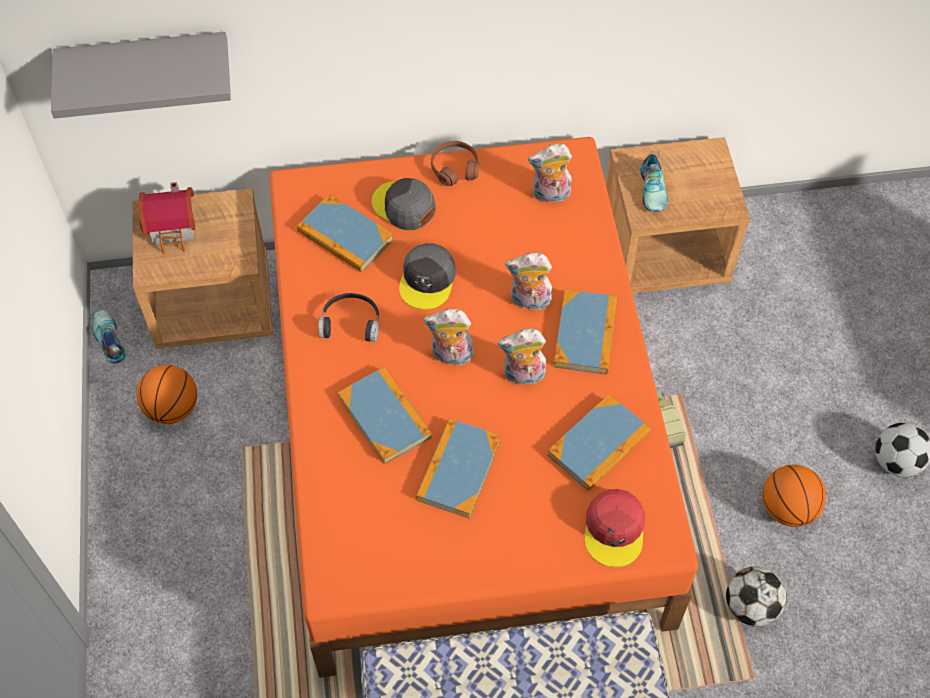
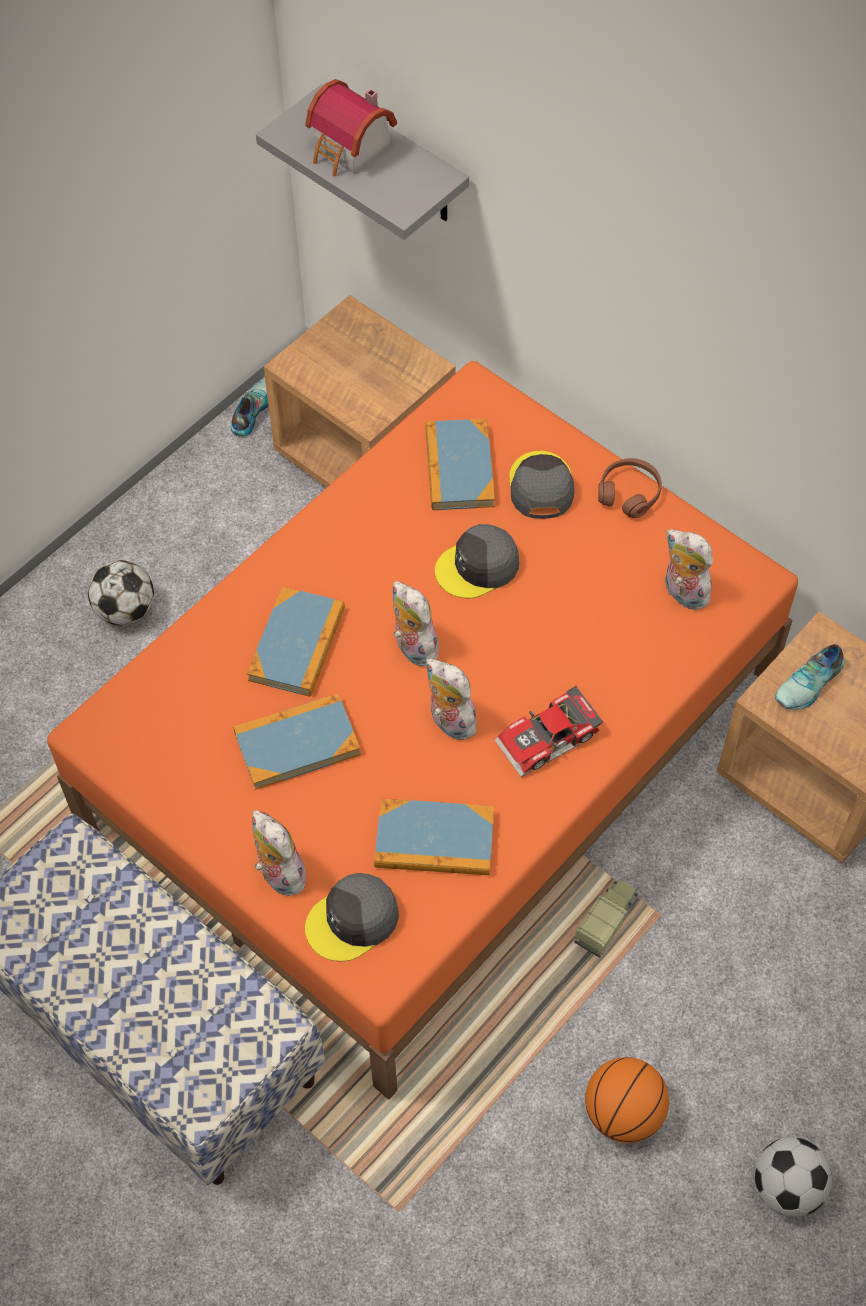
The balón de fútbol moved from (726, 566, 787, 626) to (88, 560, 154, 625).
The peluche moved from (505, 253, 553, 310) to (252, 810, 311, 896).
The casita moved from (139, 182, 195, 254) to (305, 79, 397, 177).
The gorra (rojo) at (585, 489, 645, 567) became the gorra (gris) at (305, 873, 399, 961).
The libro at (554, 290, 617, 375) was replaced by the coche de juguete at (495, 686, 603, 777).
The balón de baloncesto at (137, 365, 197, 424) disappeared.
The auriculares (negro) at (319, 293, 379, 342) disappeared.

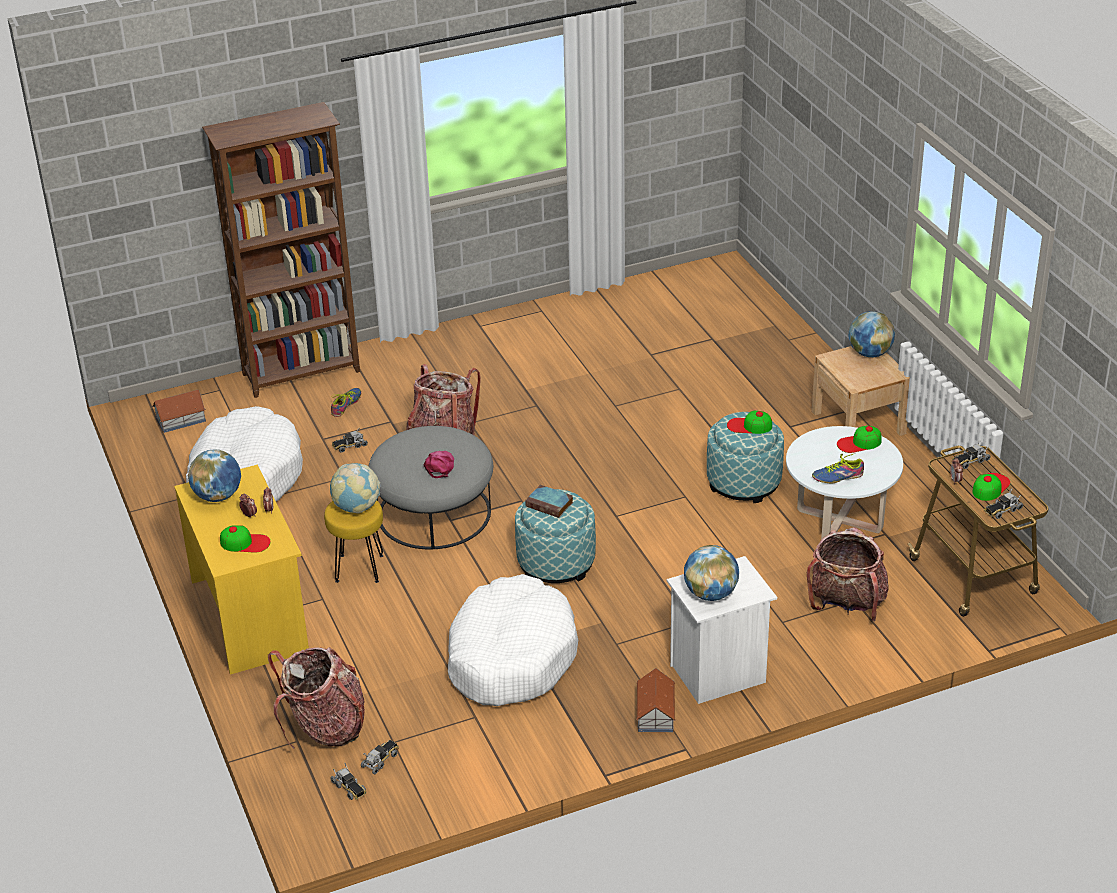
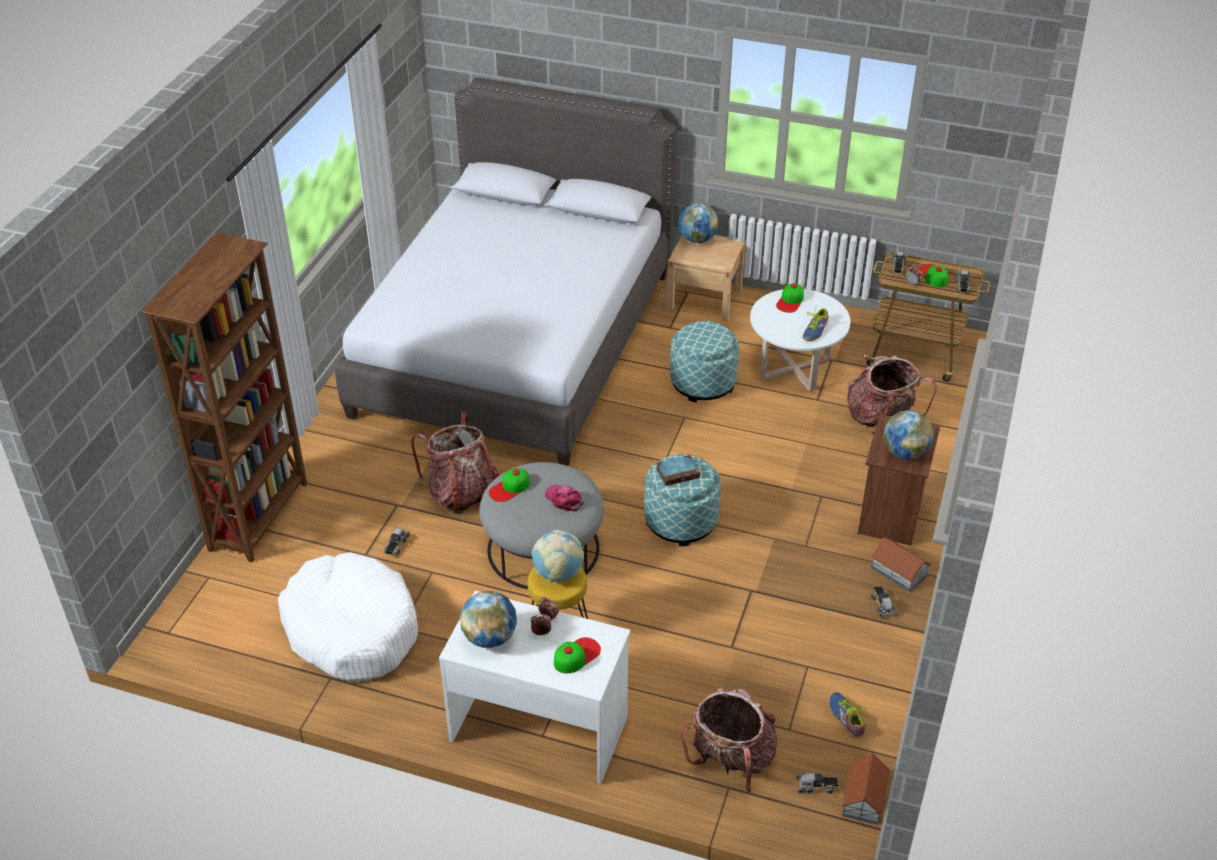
The cama (gris) at (335, 78, 677, 466) appeared.
The escritorio (amarillo) at (174, 465, 309, 675) became the escritorio (blanco) at (439, 591, 630, 784).
The gorra moved from (727, 410, 772, 434) to (489, 468, 530, 502).
The zapato moved from (331, 388, 361, 417) to (829, 692, 868, 738).
The casita moved from (152, 390, 206, 433) to (842, 753, 890, 825).
The mesita de noche (blanco) at (667, 556, 777, 704) became the mesita de noche (marrón) at (858, 414, 940, 546).
The camión de juguete moved from (361, 740, 399, 774) to (871, 586, 897, 618).
The cama para perro (blanco) at (448, 574, 578, 706) disappeared.

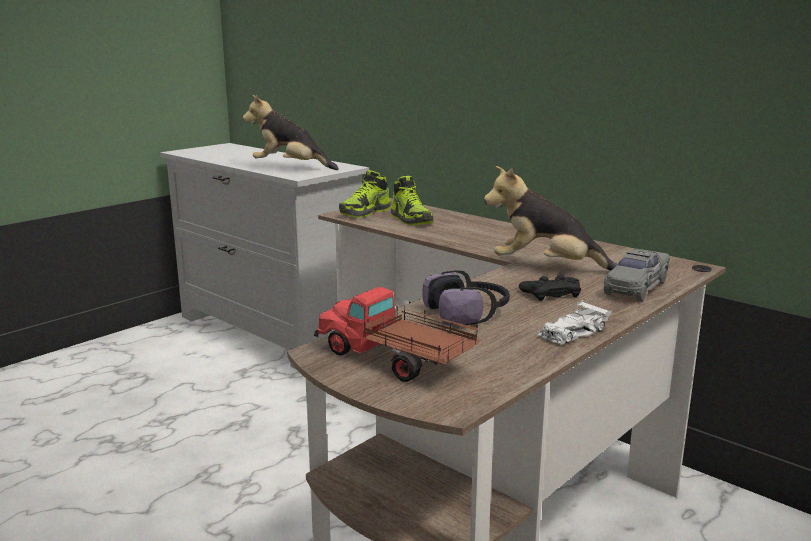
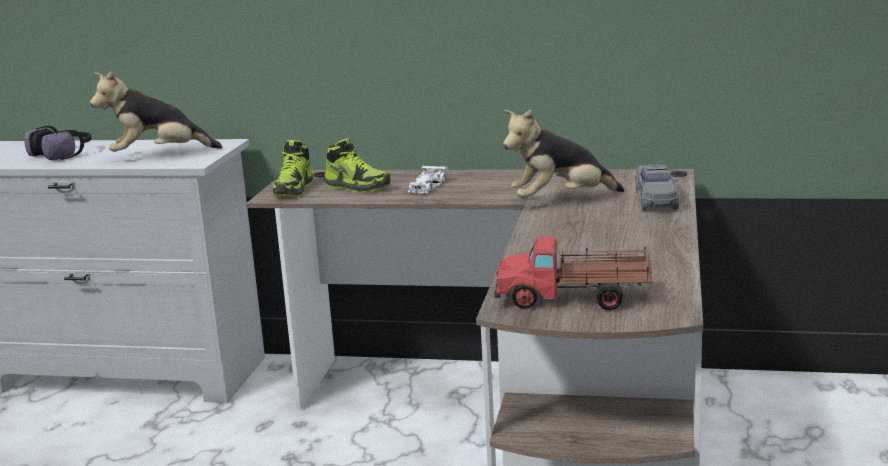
The auriculares moved from (422, 270, 510, 325) to (24, 126, 92, 160).
The coche de juguete (blanco) moved from (538, 300, 612, 346) to (407, 165, 448, 194).
The mando de consola (negro) at (519, 275, 581, 301) disappeared.

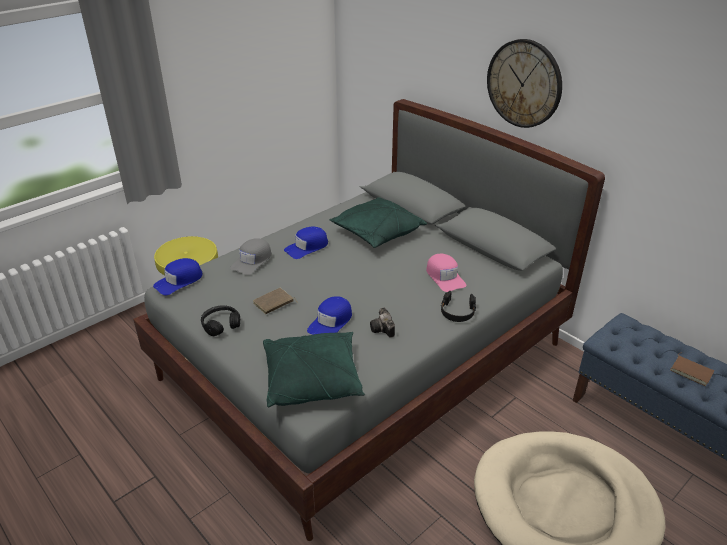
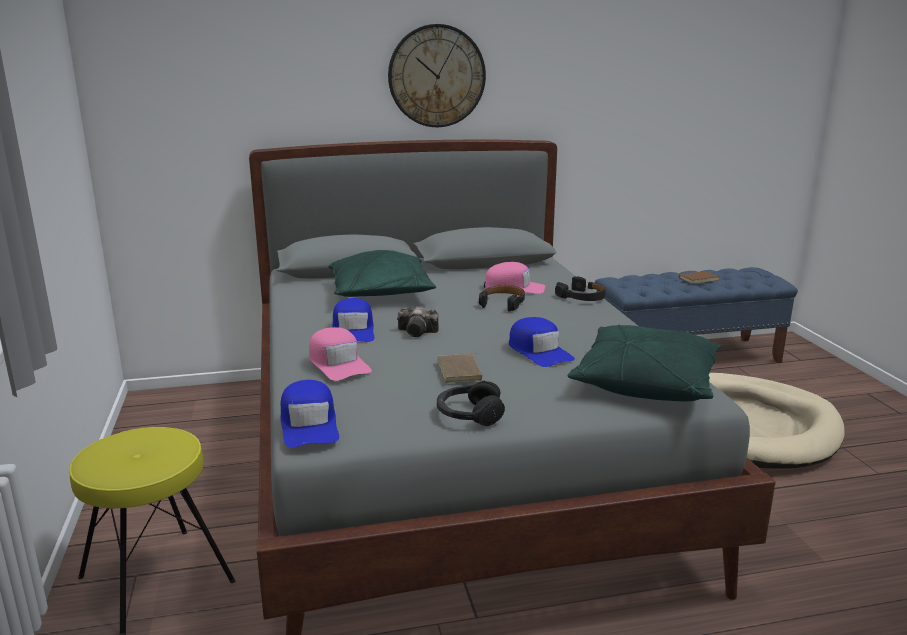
The gorra (gris) at (230, 238, 272, 275) became the gorra (rosa) at (309, 327, 372, 381).
The cámara moved from (370, 307, 395, 337) to (397, 306, 439, 337).
The auriculares (negro) at (479, 285, 525, 311) appeared.

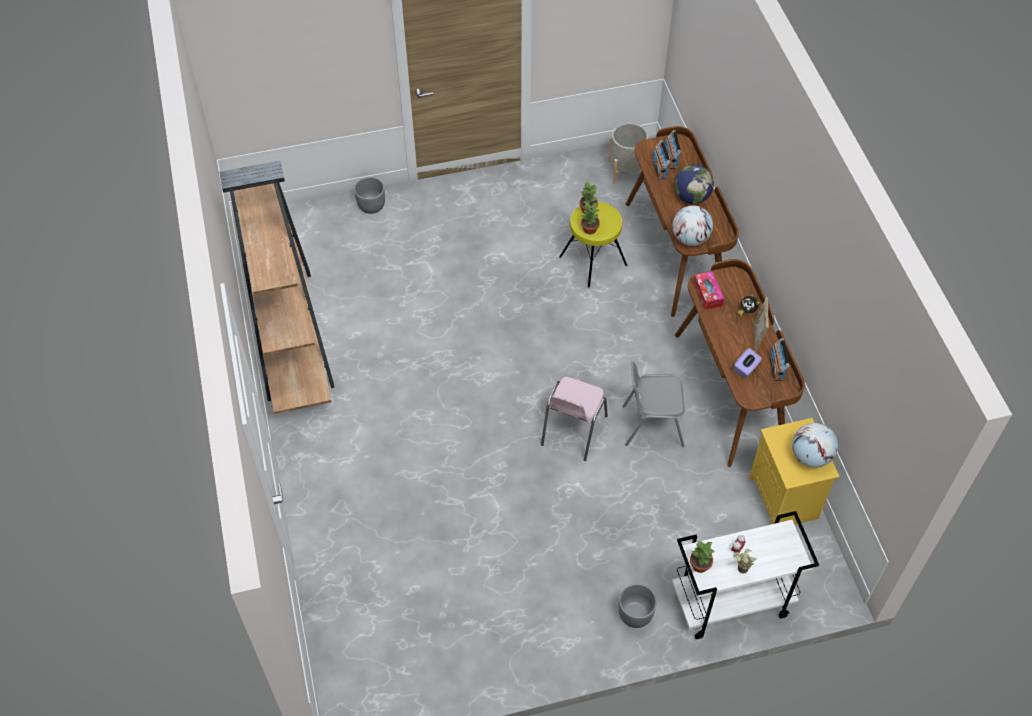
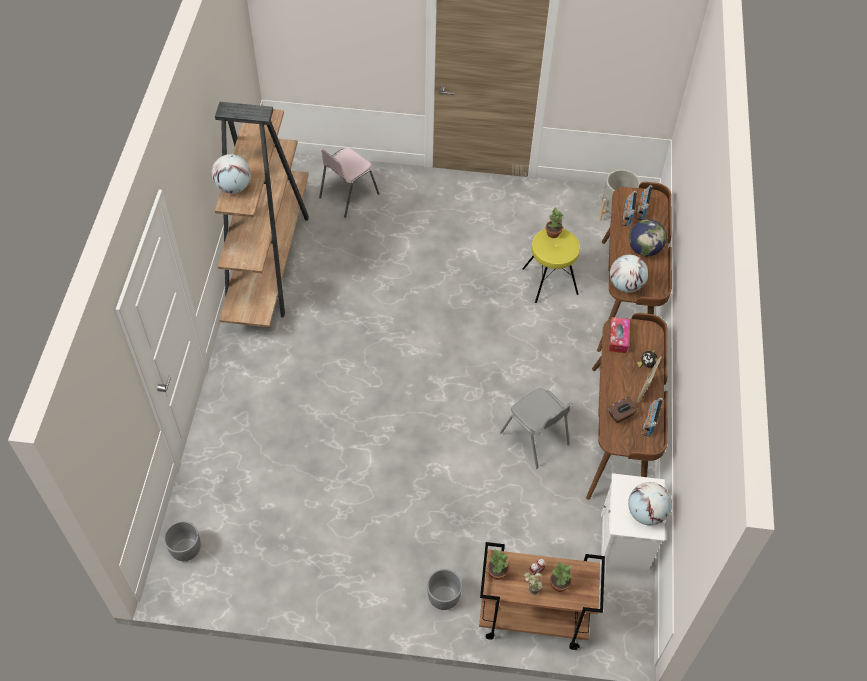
The maceta (gris) moved from (354, 177, 385, 214) to (164, 521, 201, 561).
The globo terráqueo at (211, 154, 251, 194) appeared.
The silla (rosa) moved from (541, 377, 608, 461) to (319, 148, 380, 218).
The carrito (blanco) at (672, 511, 819, 639) became the carrito (marrón) at (479, 542, 605, 650).
The silla (gris) at (623, 361, 685, 447) turned 150 degrees counterclockwise.
The planta en maceta moved from (581, 203, 600, 234) to (550, 562, 573, 592).
The mesita de noche (amarillo) at (749, 418, 840, 525) became the mesita de noche (blanco) at (600, 473, 665, 574).
The caja de pañuelos (morado) at (734, 348, 762, 378) became the caja de pañuelos (marrón) at (608, 397, 638, 423).

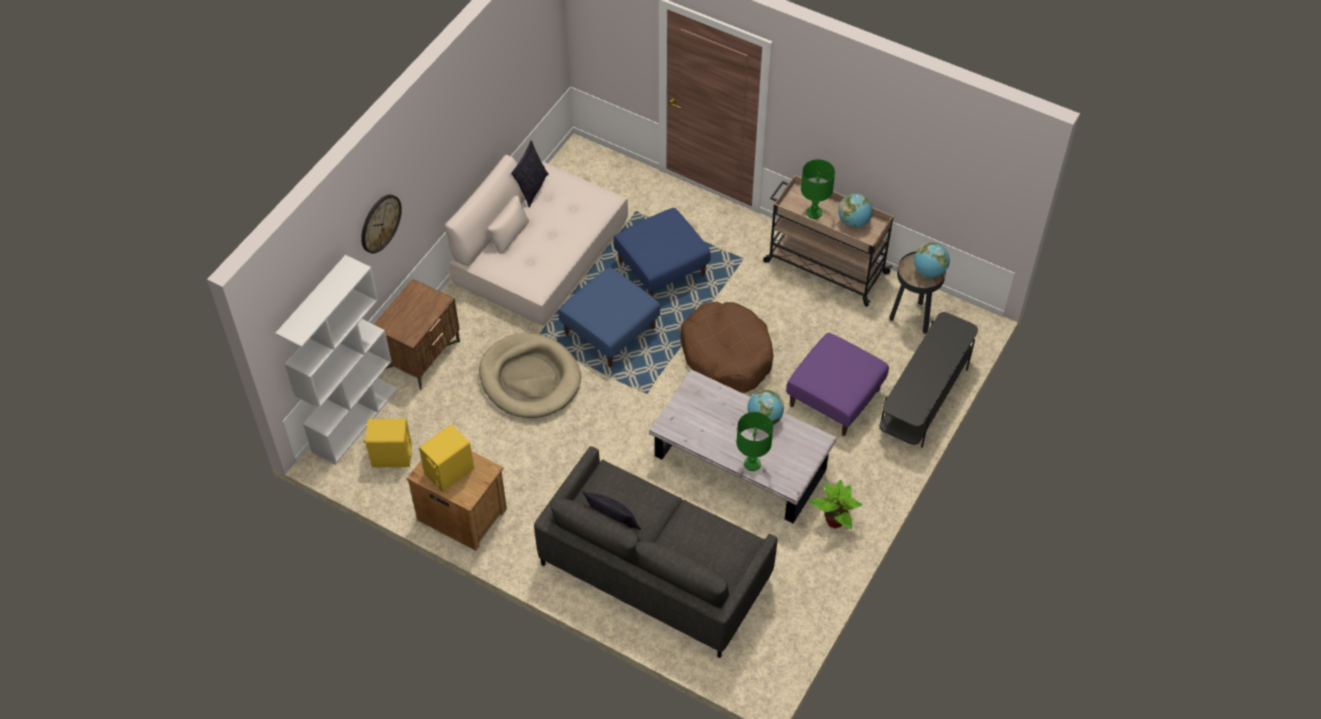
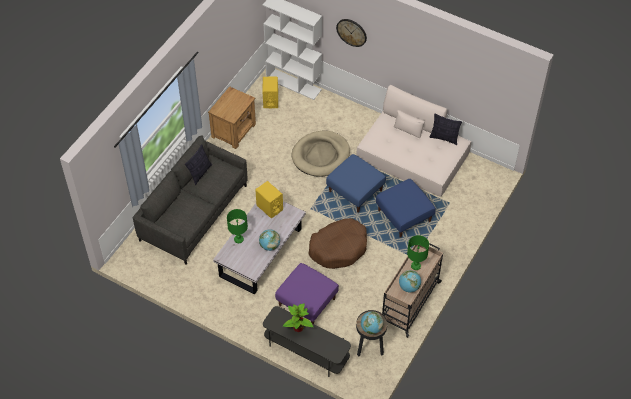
The altavoz (amarillo) moved from (419, 424, 474, 492) to (255, 181, 283, 218).
The planta en maceta moved from (809, 480, 862, 529) to (283, 303, 314, 332).
The mesita de noche (marrón) at (374, 279, 460, 390) disappeared.

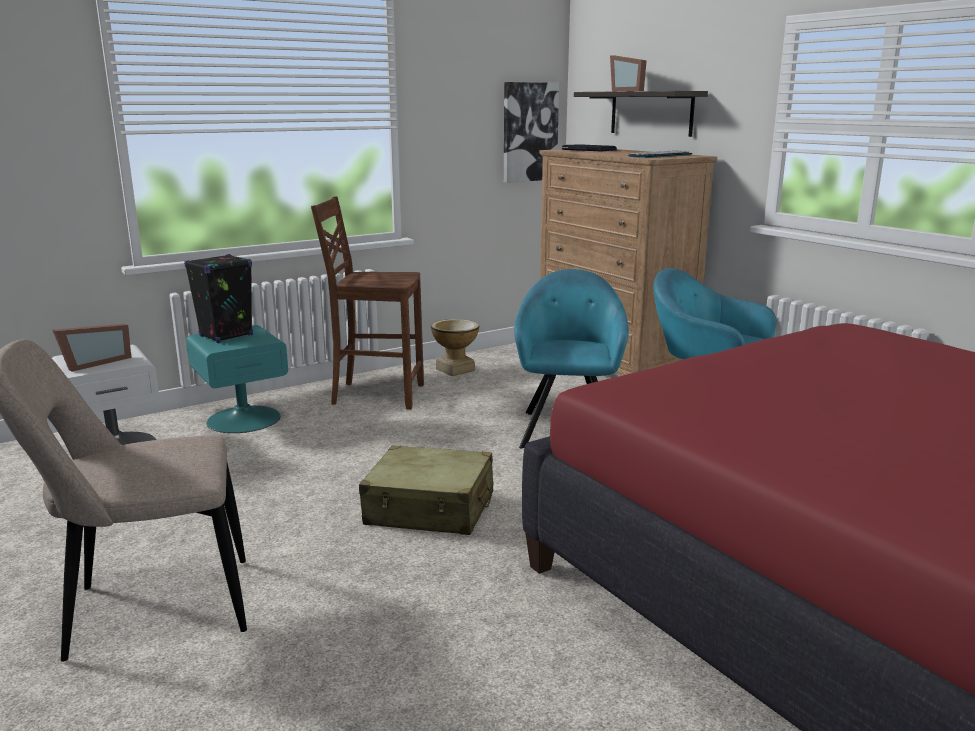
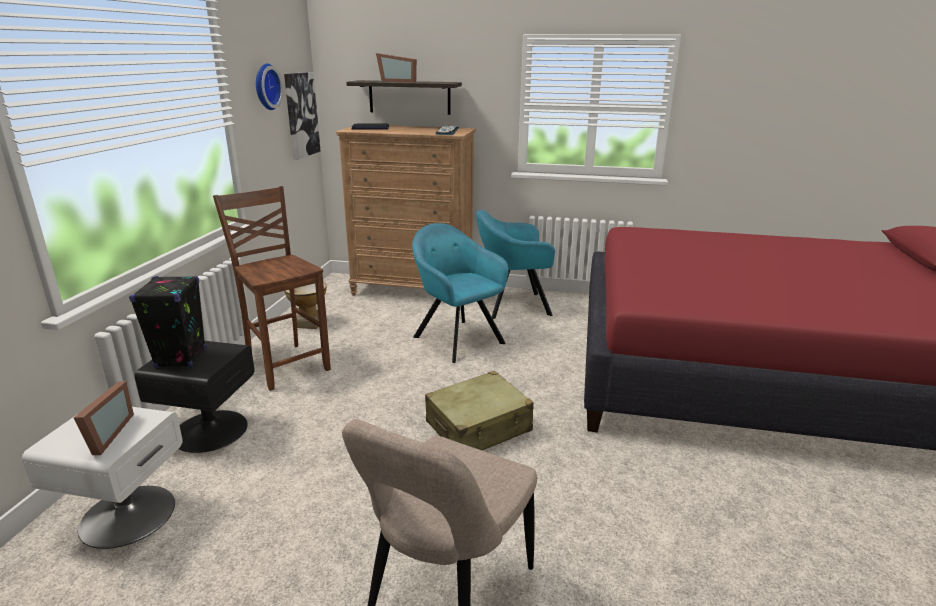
The mesita de noche (turquesa) at (186, 325, 288, 433) became the mesita de noche (negro) at (135, 341, 255, 453).
The silla (marrón) at (311, 196, 424, 410) turned 90 degrees clockwise.
The reloj de pared at (256, 64, 283, 110) appeared.

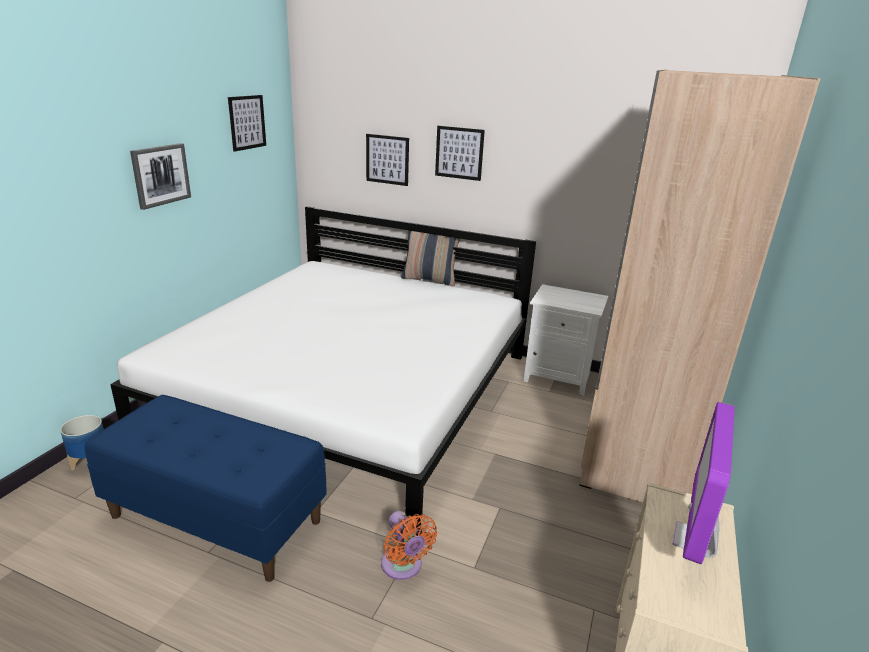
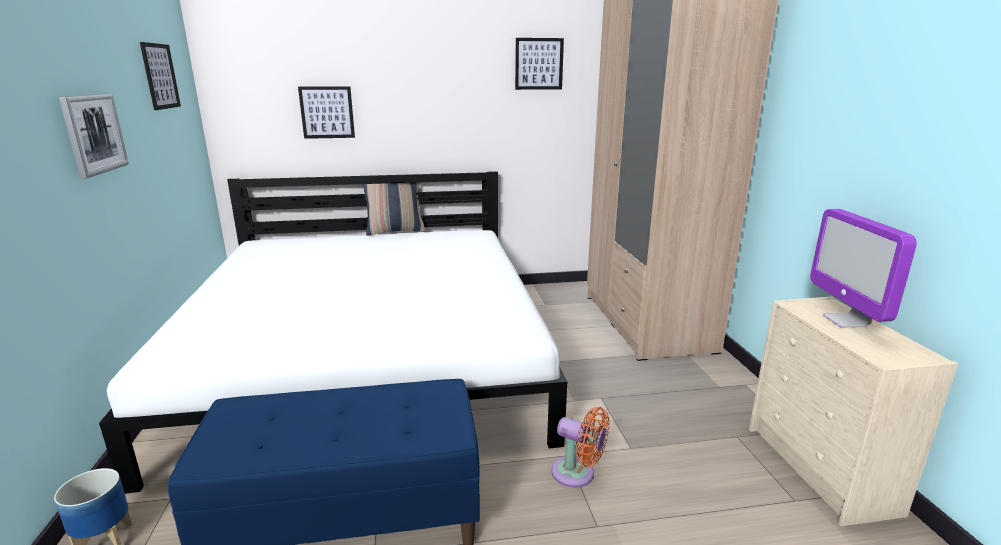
The cuadro moved from (435, 126, 485, 181) to (515, 38, 564, 90).
The mesita de noche (blanco) at (524, 284, 608, 395) disappeared.

